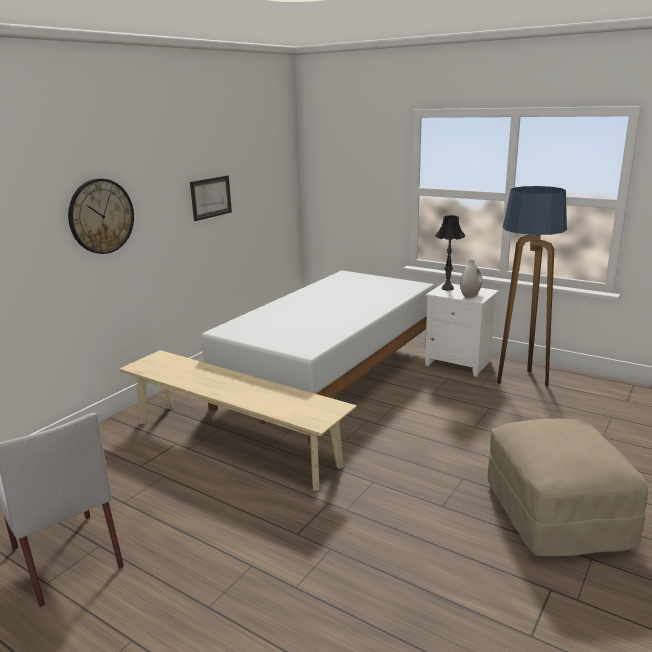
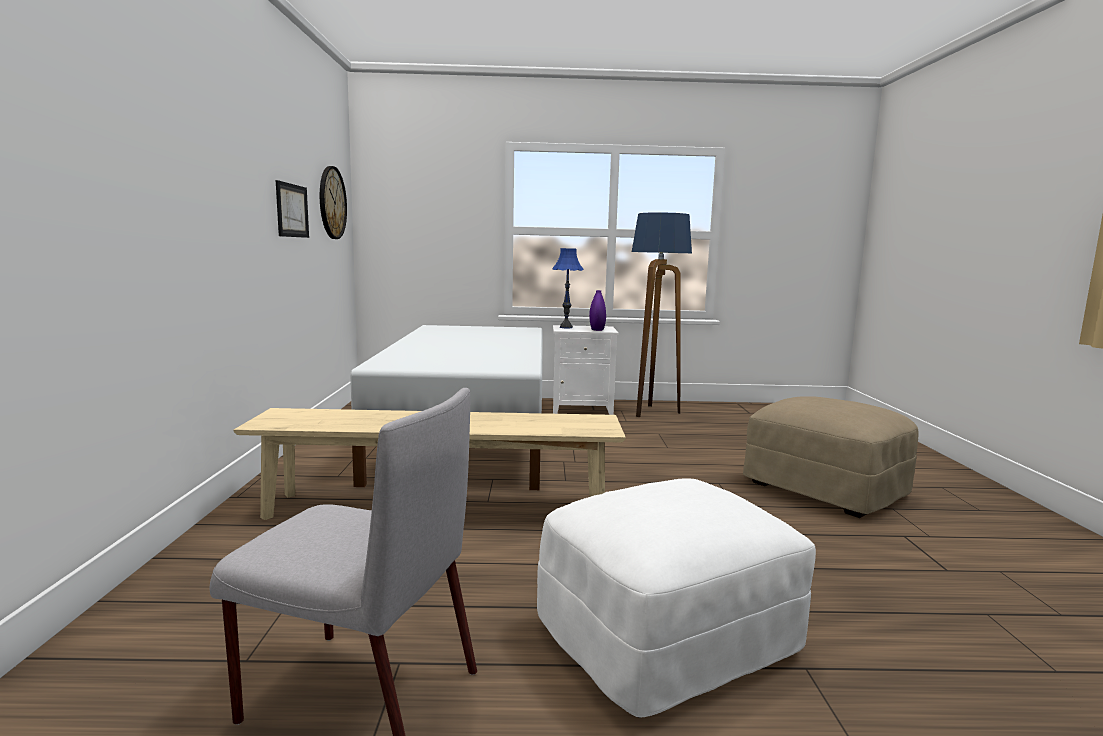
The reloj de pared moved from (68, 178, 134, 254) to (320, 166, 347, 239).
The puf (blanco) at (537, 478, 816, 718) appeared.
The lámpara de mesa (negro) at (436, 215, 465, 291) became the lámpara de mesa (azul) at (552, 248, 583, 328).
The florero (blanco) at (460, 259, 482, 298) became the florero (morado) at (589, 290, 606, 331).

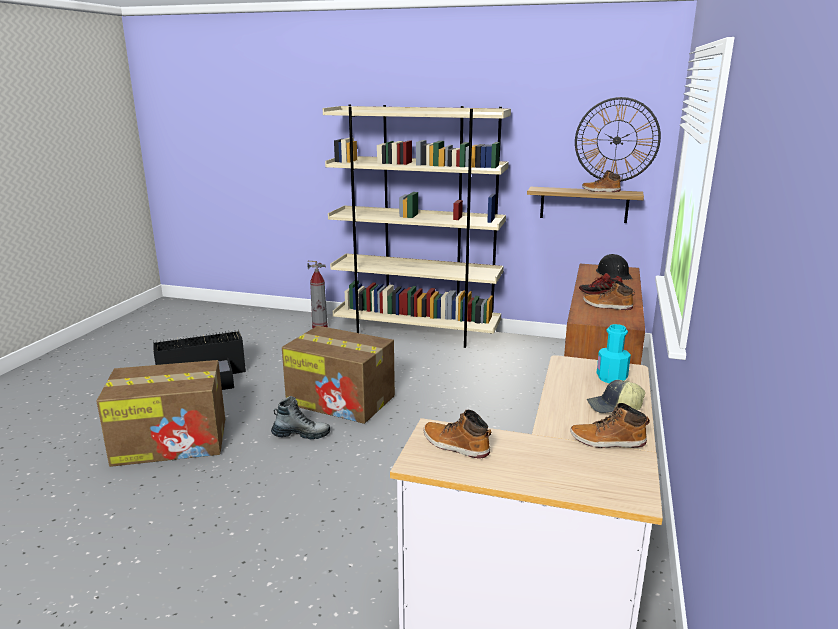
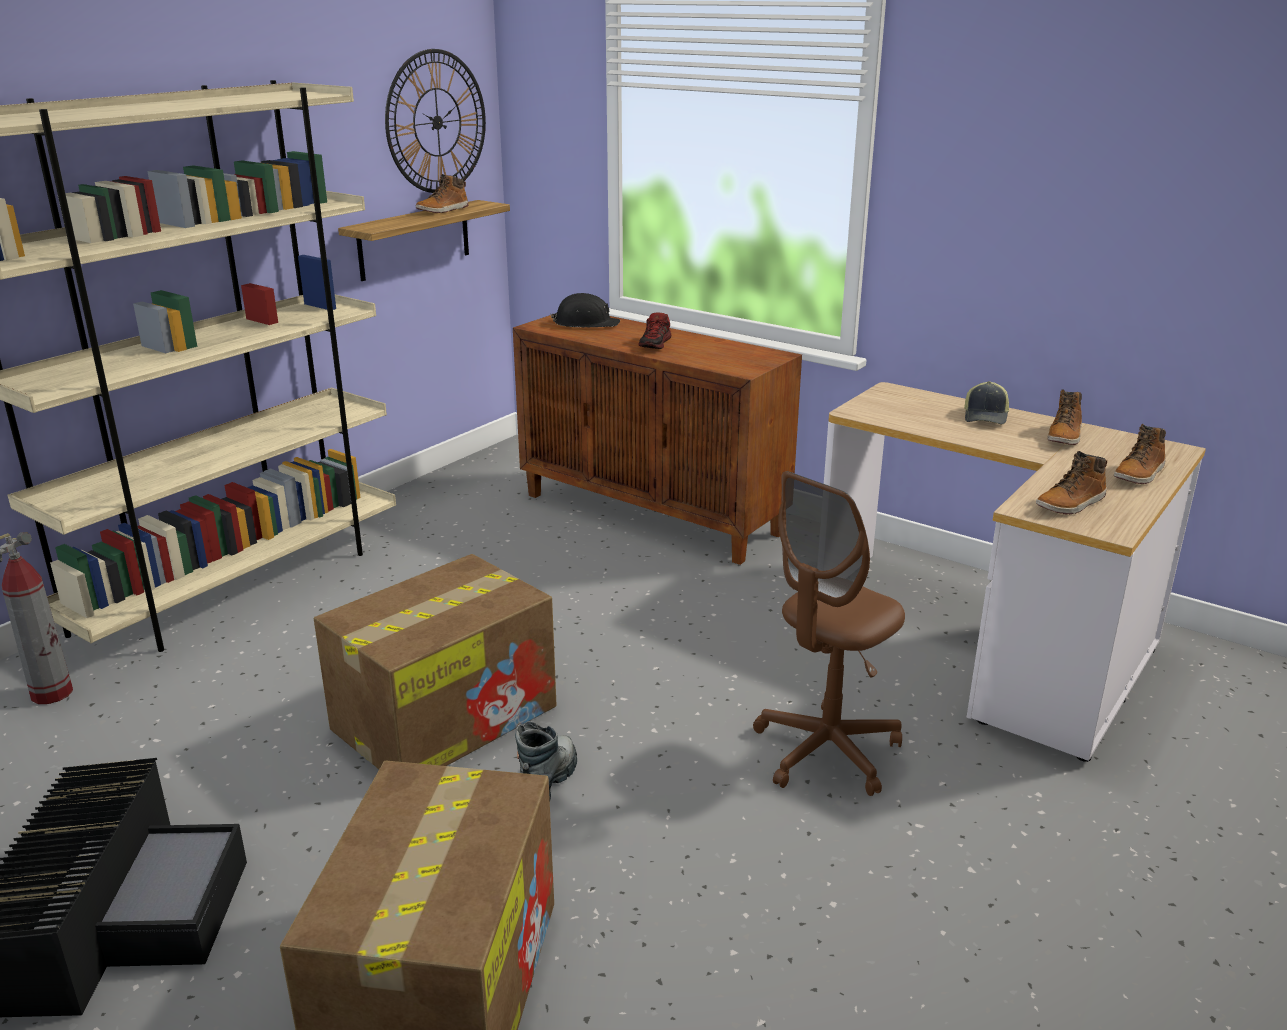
The silla de oficina (marrón) at (753, 471, 905, 796) appeared.
The bota moved from (583, 281, 635, 310) to (1114, 424, 1166, 484).
The botella (turquesa) at (596, 324, 631, 383) disappeared.

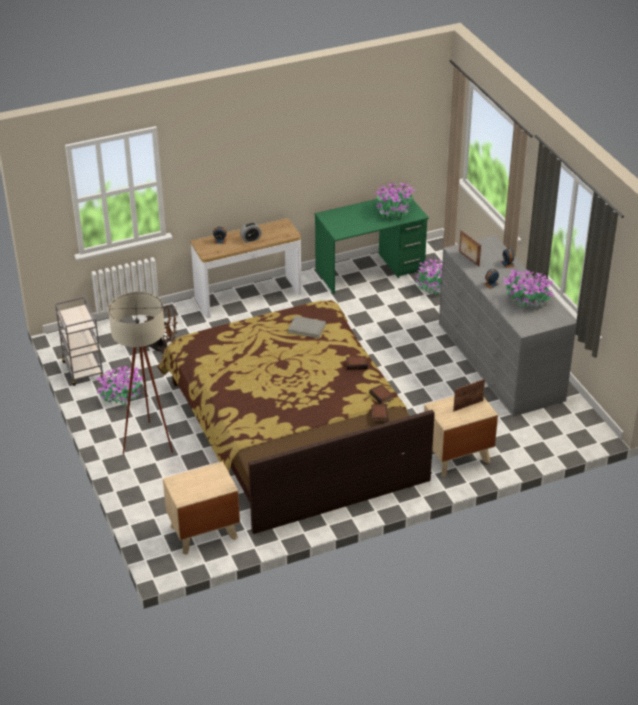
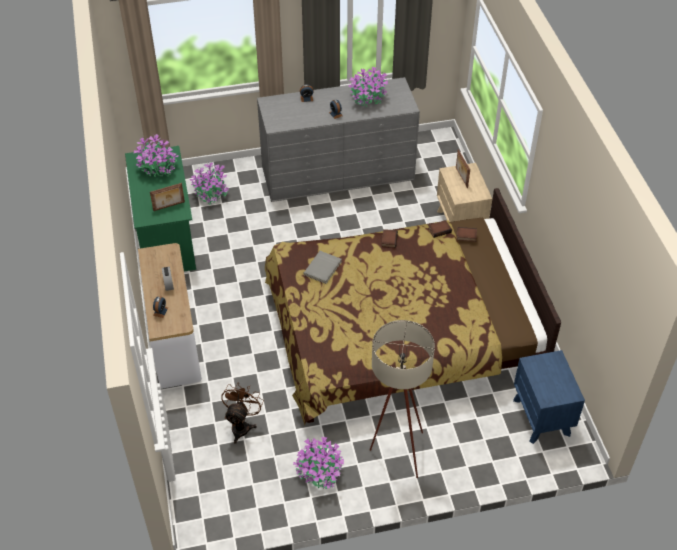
The portarretratos moved from (459, 230, 481, 267) to (150, 183, 185, 211).
The mesita de noche (beis) at (163, 461, 240, 555) became the mesita de noche (azul) at (513, 350, 585, 444).
The carrito (gris) at (55, 297, 104, 386) disappeared.

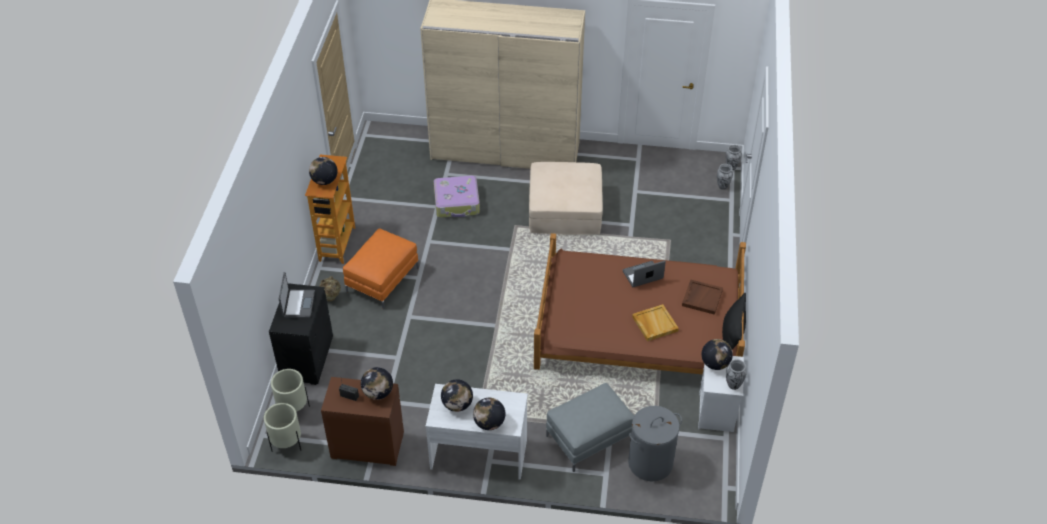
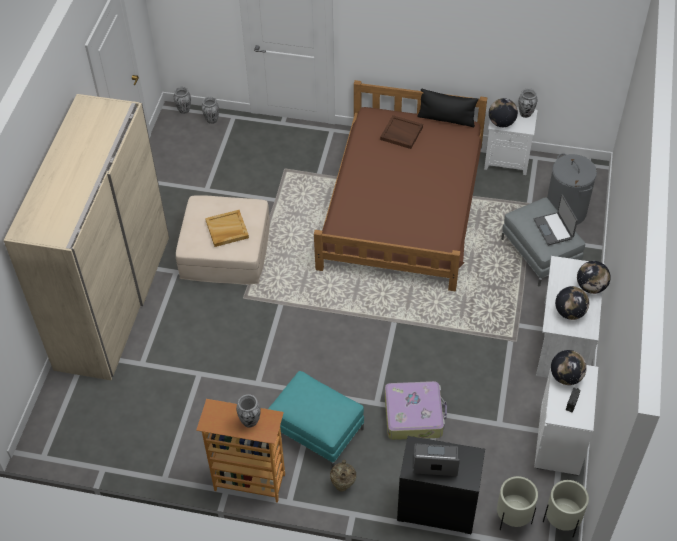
The bandeja (beis) moved from (632, 304, 679, 341) to (205, 210, 249, 247).
The globo terráqueo at (309, 157, 338, 185) was replaced by the florero at (236, 394, 261, 428).
The puf (naranja) at (343, 228, 419, 309) became the puf (turquesa) at (268, 371, 364, 468).
The maleta moved from (434, 176, 480, 218) to (385, 381, 447, 440).
The portátil moved from (623, 261, 666, 287) to (533, 194, 578, 245).
The cómoda (marrón) at (321, 377, 404, 466) became the cómoda (blanco) at (534, 365, 598, 476).

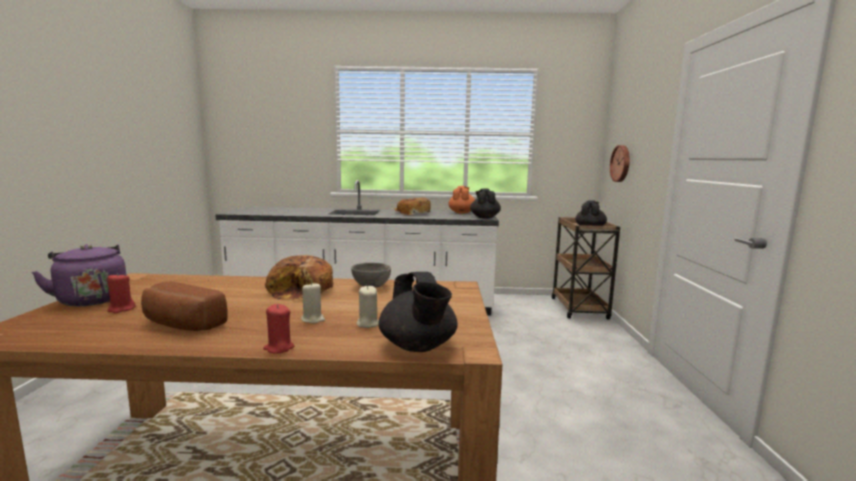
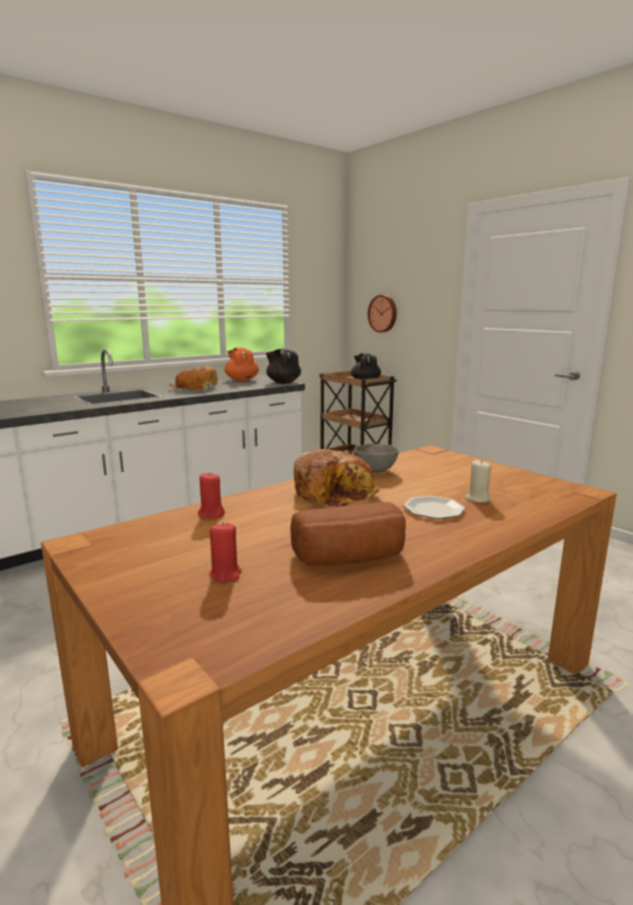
The vela (rojo) moved from (263, 304, 294, 354) to (198, 472, 225, 519).
The vela (beis) at (301, 282, 325, 324) was replaced by the plato at (404, 496, 465, 519).
The hervidor (morado) at (32, 244, 126, 306) disappeared.
The tetera (negro) at (378, 272, 458, 352) disappeared.

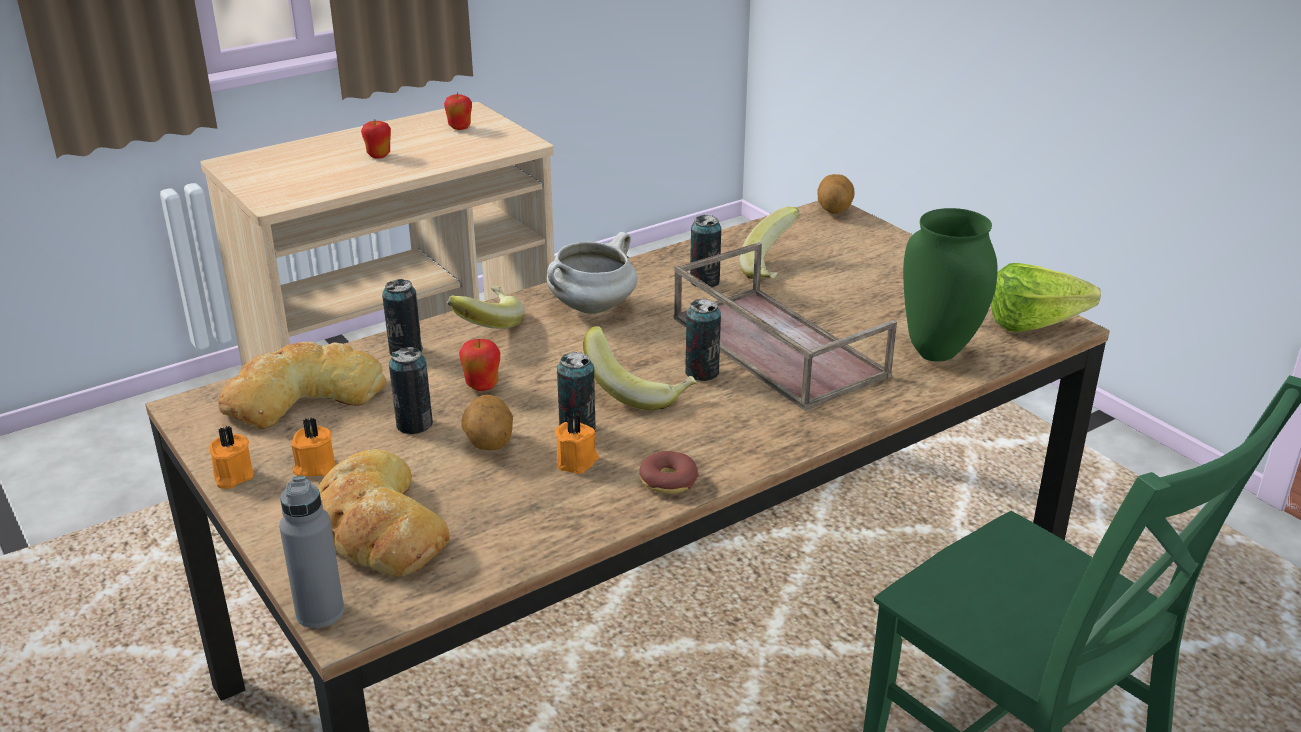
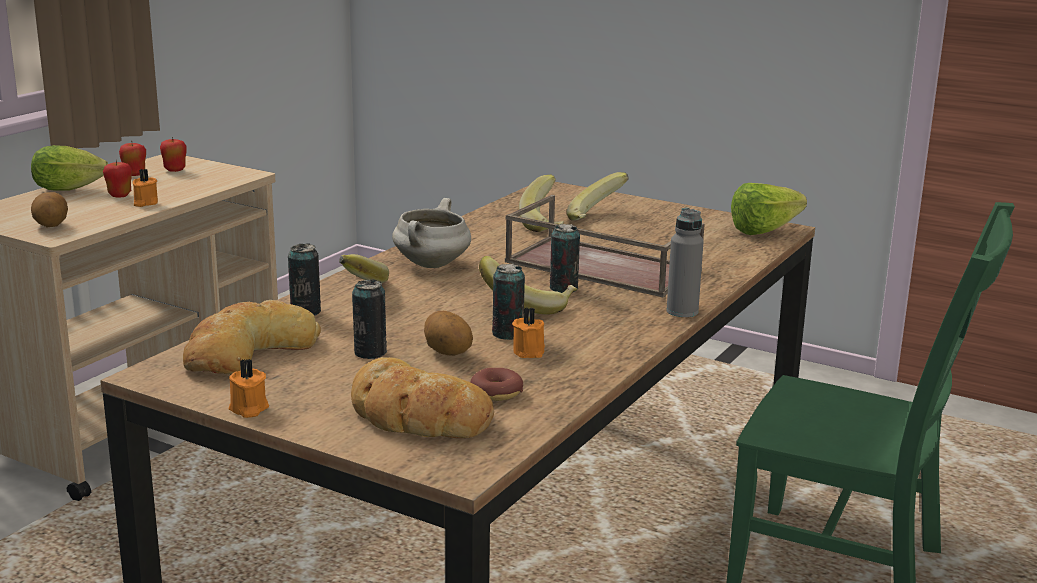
The lechuga at (31, 145, 108, 191) appeared.
The patata moved from (818, 174, 854, 214) to (31, 192, 68, 227).
The manzana moved from (459, 339, 500, 391) to (119, 141, 146, 176).
The vela (naranja) moved from (291, 418, 335, 477) to (133, 169, 158, 207).
The rosquilla moved from (639, 451, 699, 494) to (470, 368, 523, 401).
The plátano at (567, 172, 629, 221) appeared.
The botella (gris) moved from (279, 476, 344, 628) to (667, 208, 704, 317).
The lata at (690, 215, 721, 287) disappeared.
The florero (verde) at (903, 208, 998, 362) disappeared.

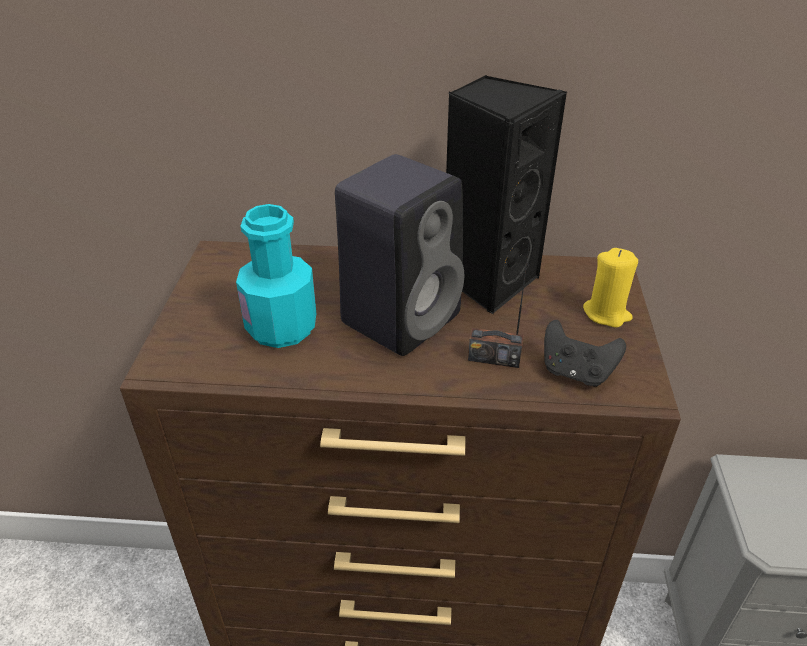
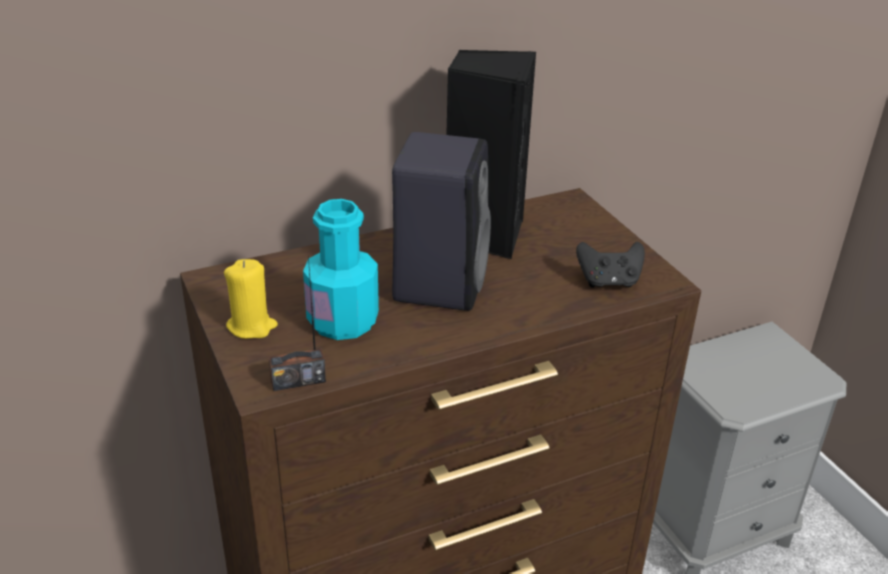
The vela (amarillo) moved from (583, 248, 638, 328) to (224, 259, 278, 339).
The radio moved from (468, 240, 530, 368) to (269, 255, 326, 391).

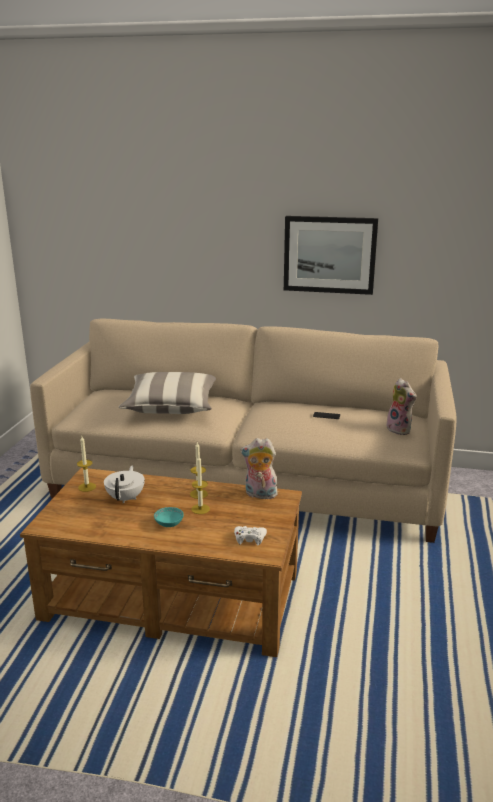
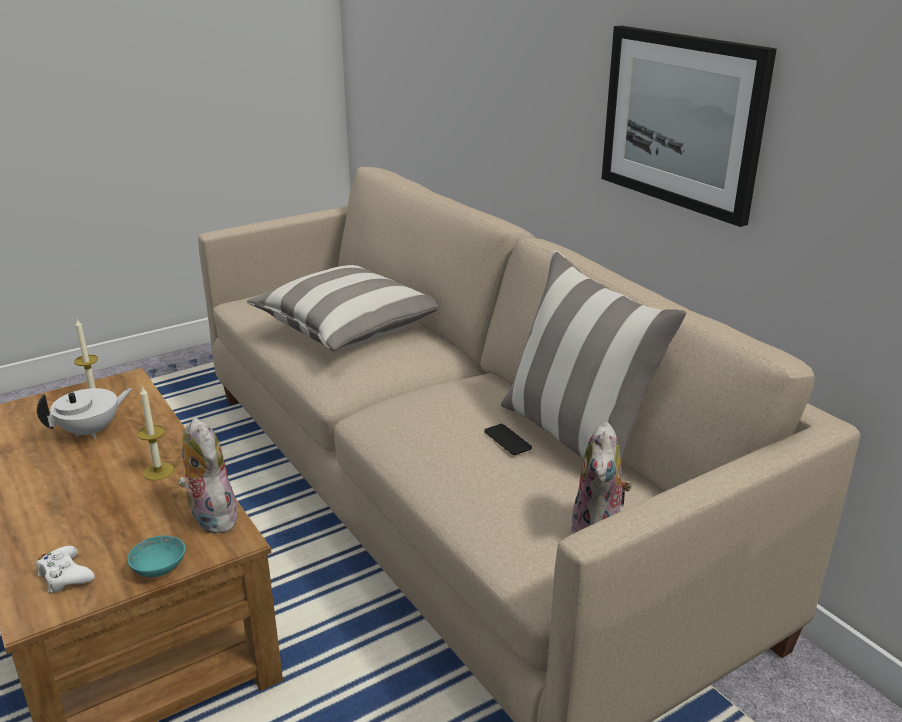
The cuenco (turquesa) moved from (154, 507, 184, 527) to (127, 536, 185, 577).
The cojín at (501, 250, 686, 461) appeared.
The vela at (191, 456, 210, 514) disappeared.

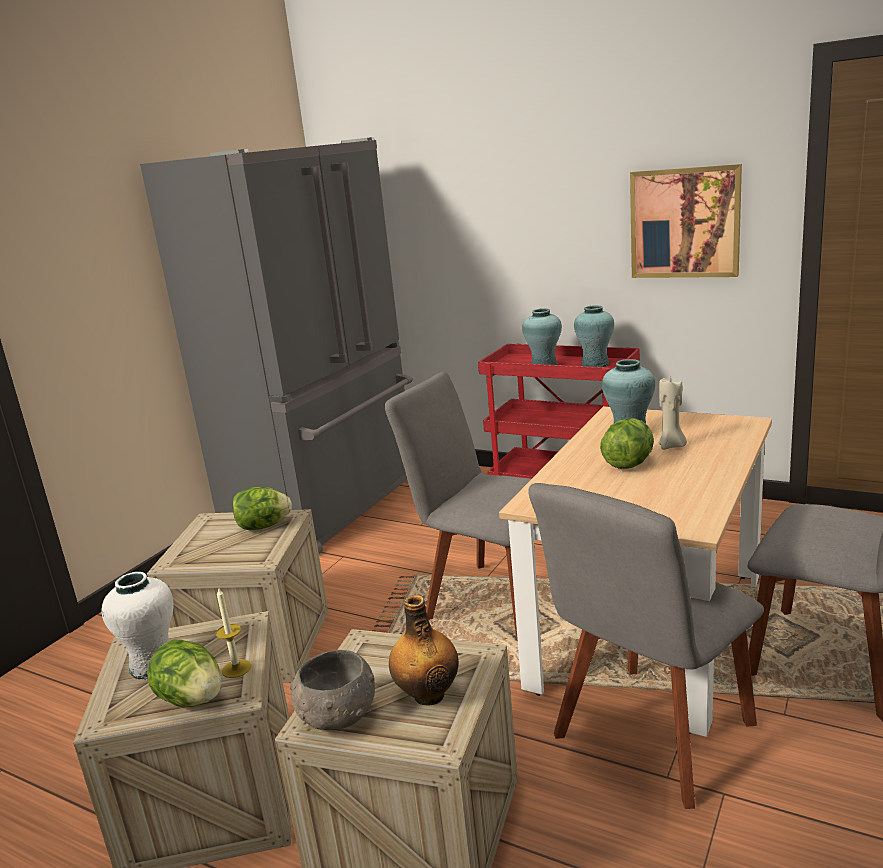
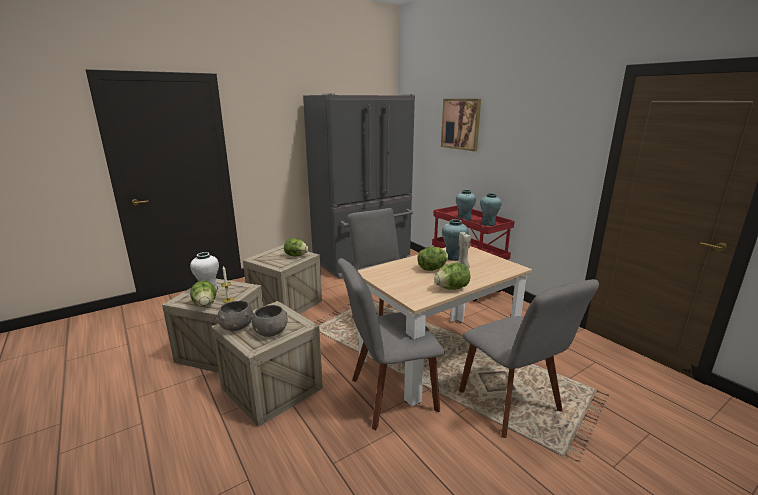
The botella at (389, 595, 459, 706) was replaced by the cuenco (gris) at (251, 305, 288, 337).
The lechuga at (434, 263, 470, 290) appeared.
The cuadro moved from (630, 164, 742, 278) to (441, 99, 481, 151).

